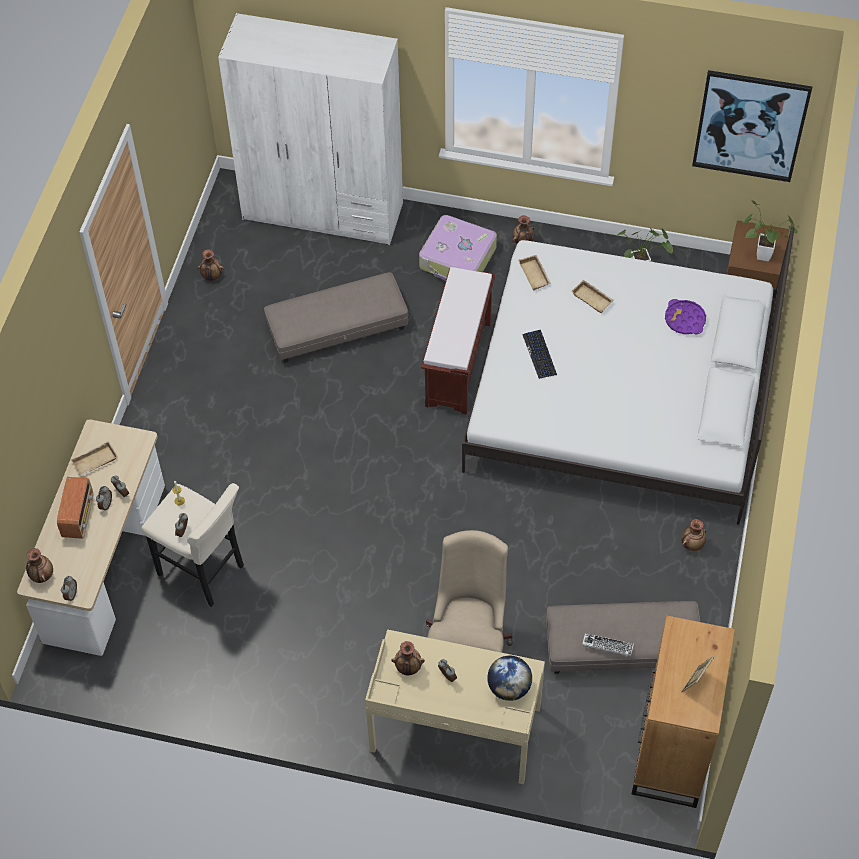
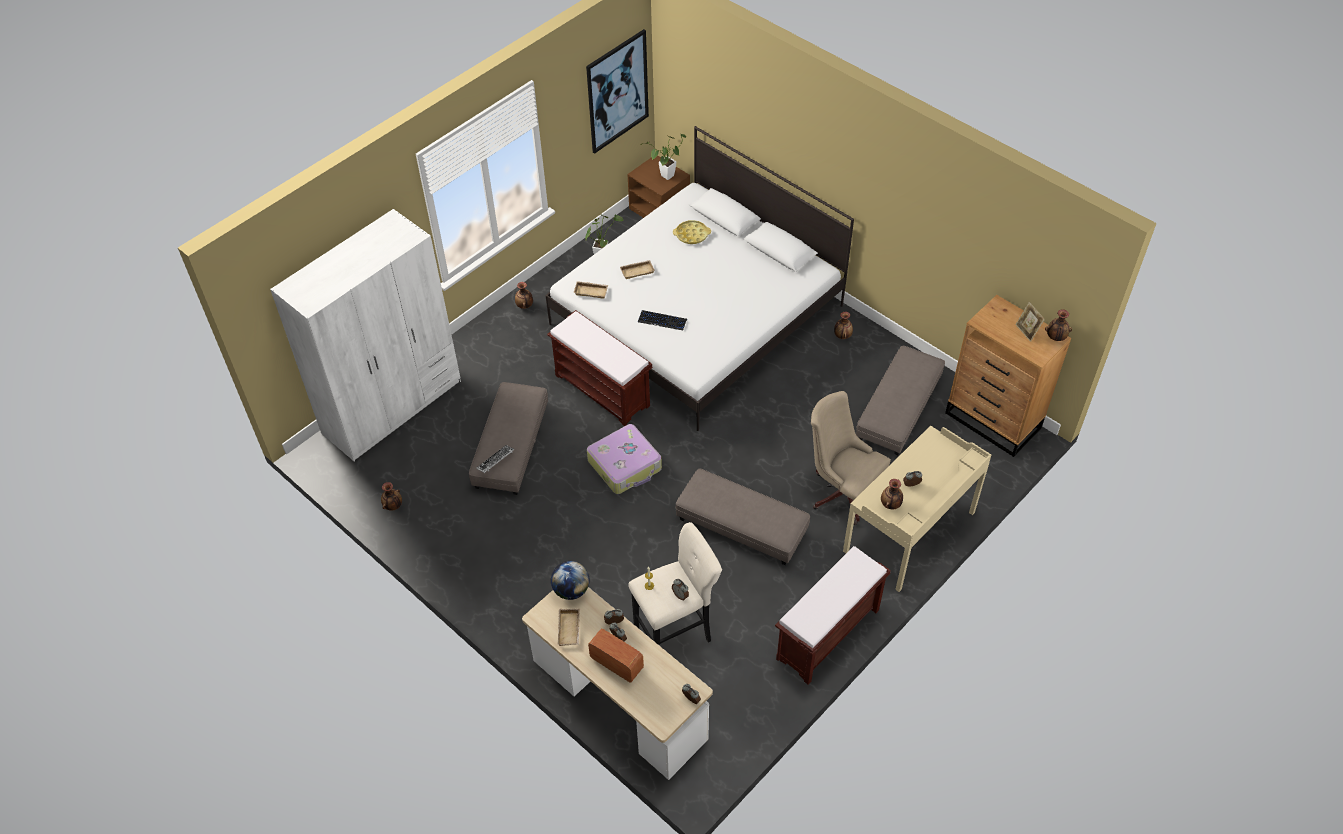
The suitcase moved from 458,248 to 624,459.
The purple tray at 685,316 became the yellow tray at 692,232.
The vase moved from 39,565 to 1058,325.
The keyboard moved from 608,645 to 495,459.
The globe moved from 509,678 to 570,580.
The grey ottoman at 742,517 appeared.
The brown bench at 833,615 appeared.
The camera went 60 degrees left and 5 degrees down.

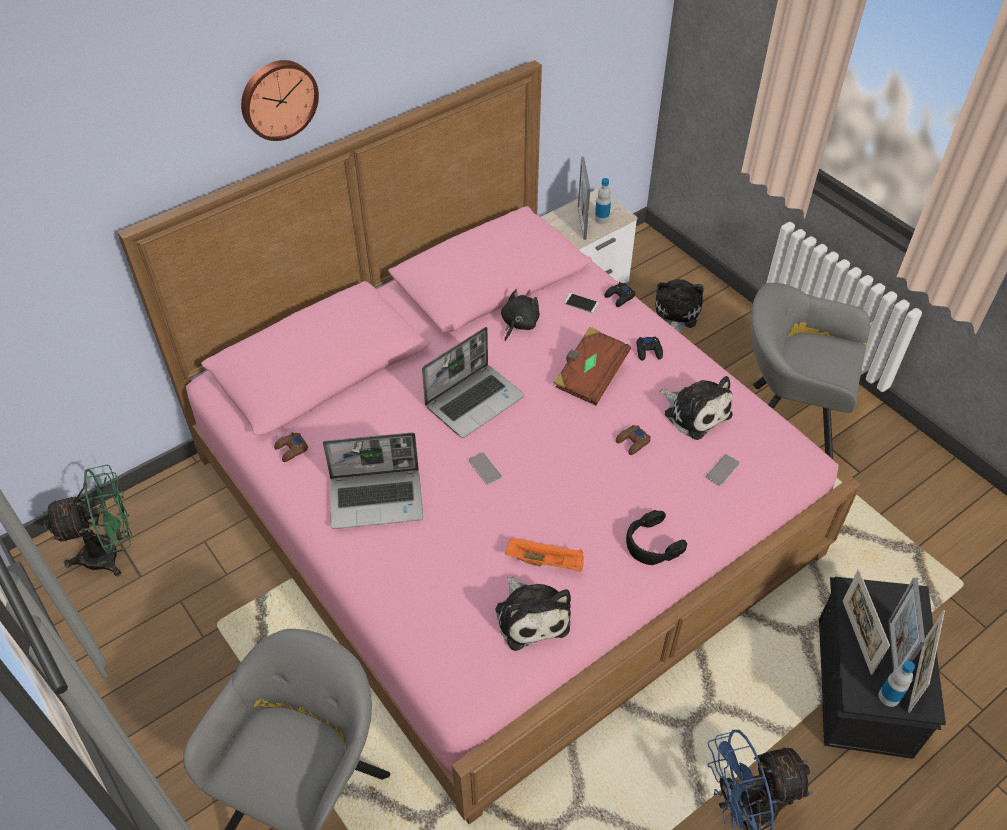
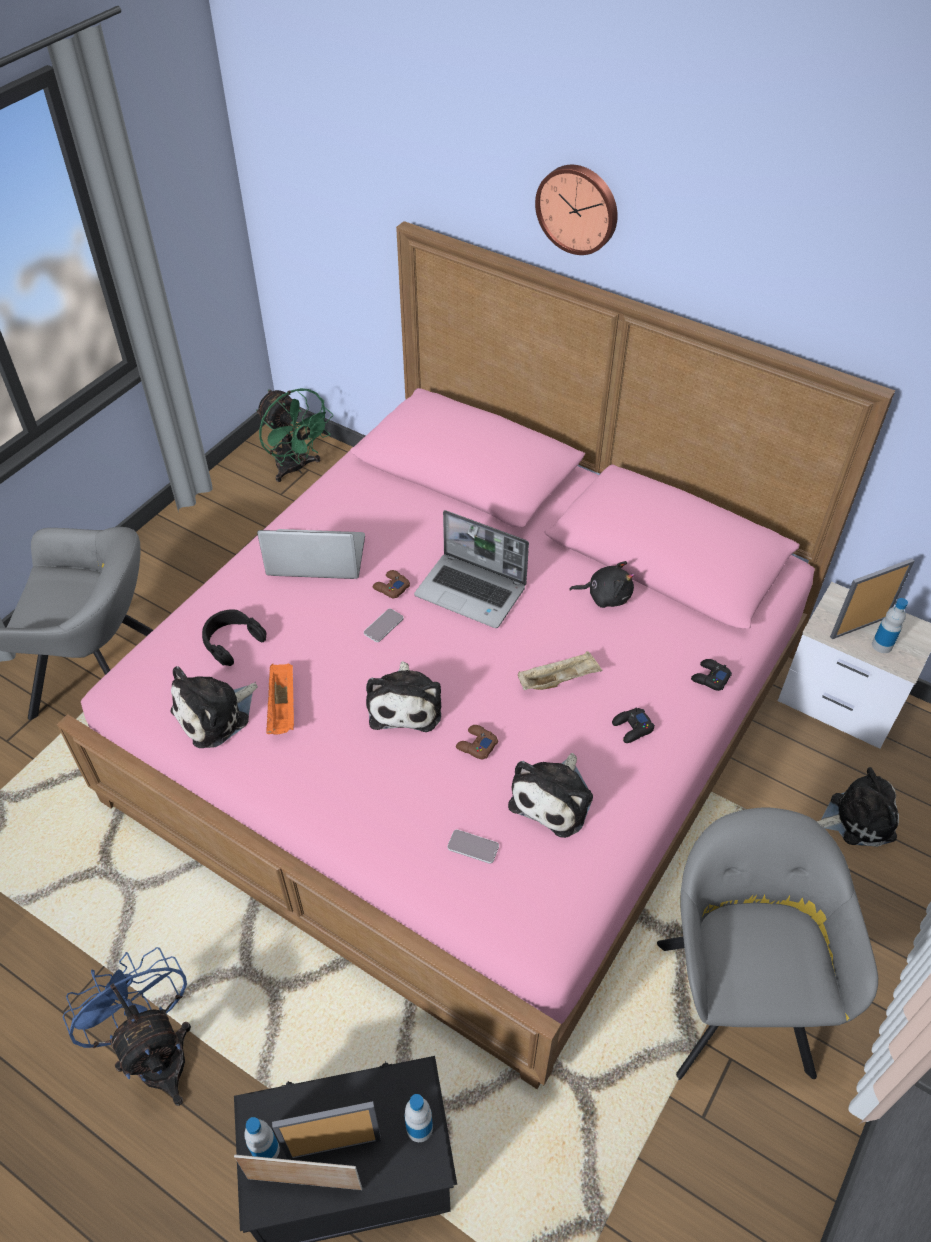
The phone at 581,303 disappeared.
The brown book at 592,366 was replaced by the beige tray at 560,670.
The brown game controller moved from 291,447 to 391,584.
The laptop at 373,481 turned 120 degrees clockwise.
The black headphones moved from 656,537 to 234,637.
The picture frame at 866,622 disappeared.
The plush toy at 403,696 appeared.
The bottle at 418,1118 appeared.
The camera went 70 degrees right and 0 degrees up.

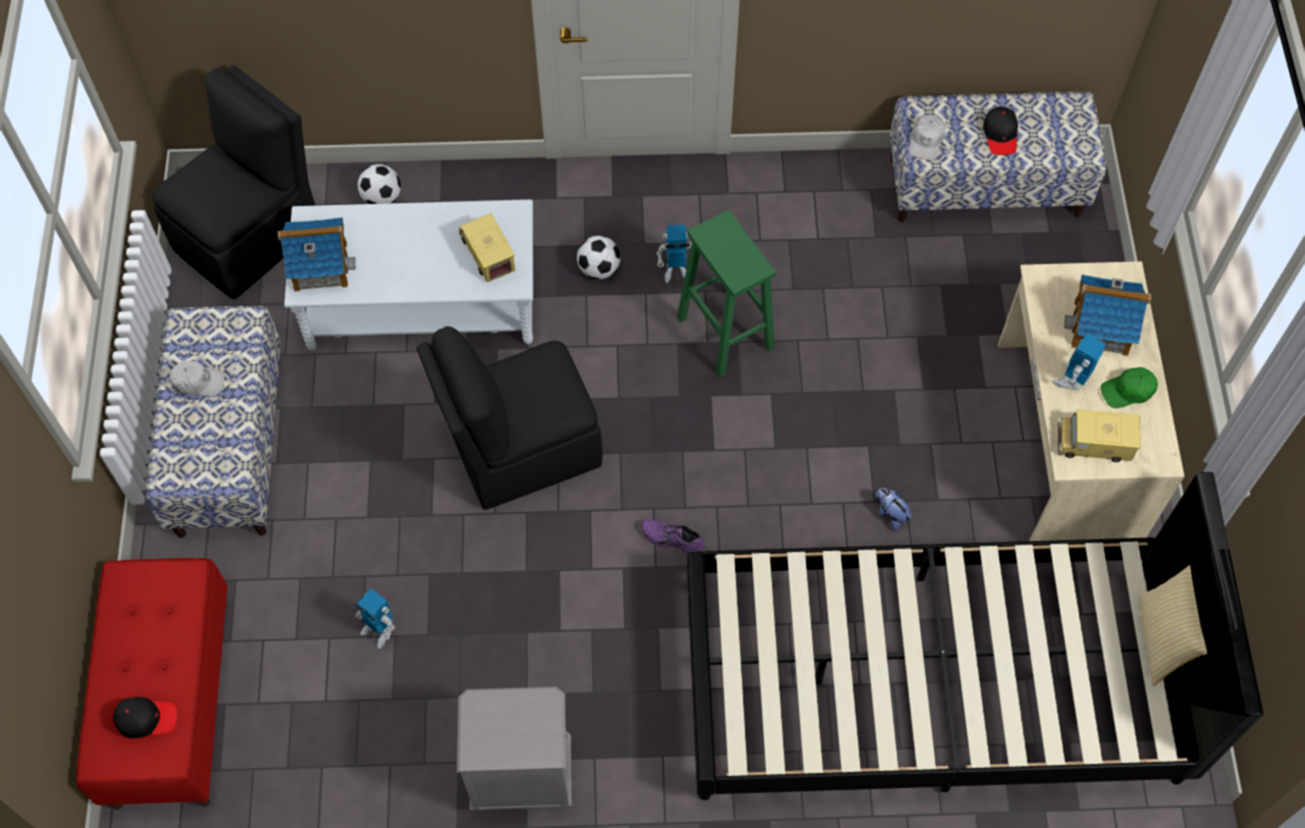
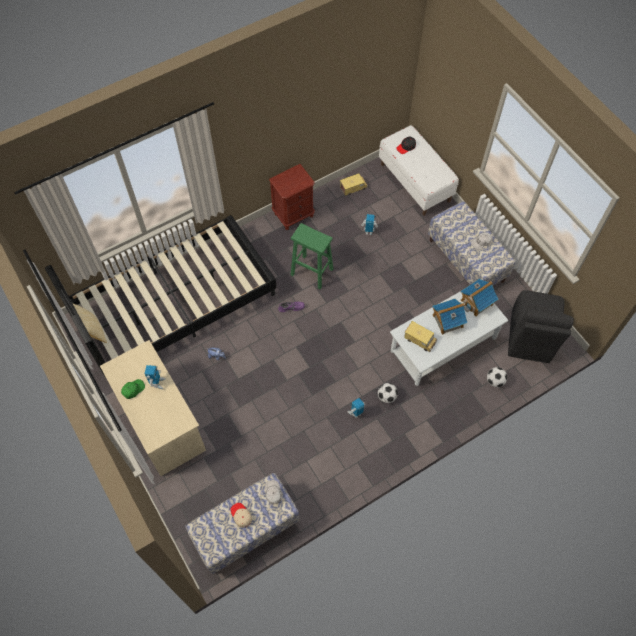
The black cap at 1000,130 became the beige cap at 241,515.
The green stool moved from 726,294 to 312,256.
The toy house moved from 1107,315 to 449,317.
The black chair at 510,418 disappeared.
The toy truck moved from 1099,436 to 354,184.
The red bench at 151,684 became the white bench at 419,170.
The grey nightstand at 514,749 became the brown nightstand at 292,197.
The camera went 150 degrees right and 0 degrees up.

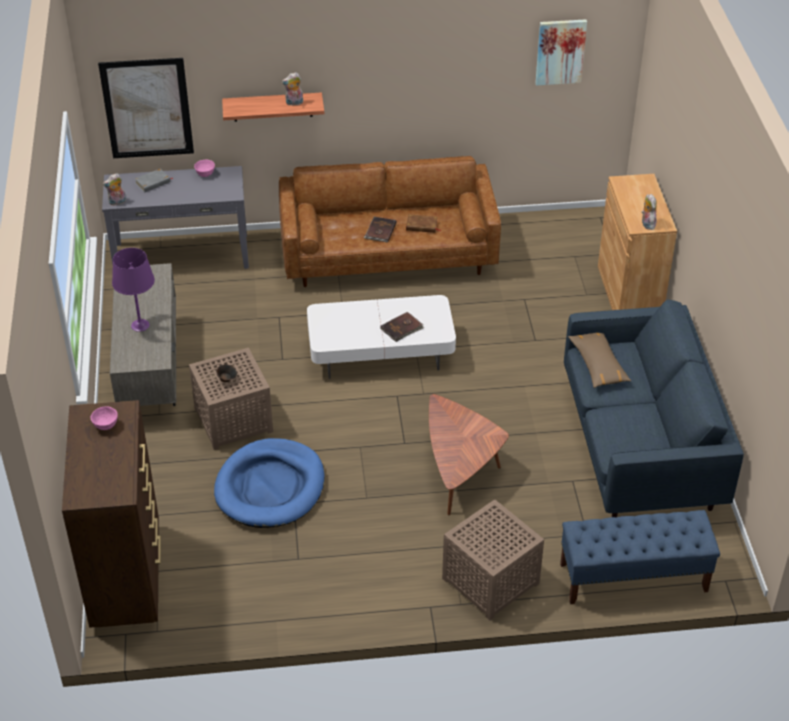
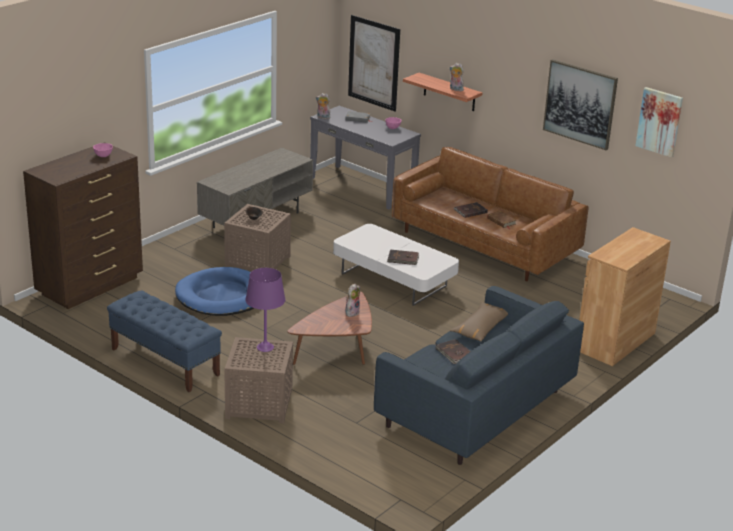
The plush toy moved from 649,212 to 352,300.
The purple table lamp moved from 133,290 to 265,310.
The blue bench moved from 640,557 to 164,341.
The picture at 580,104 appeared.
The brown book at 453,351 appeared.
The camera went 45 degrees right and 15 degrees down.

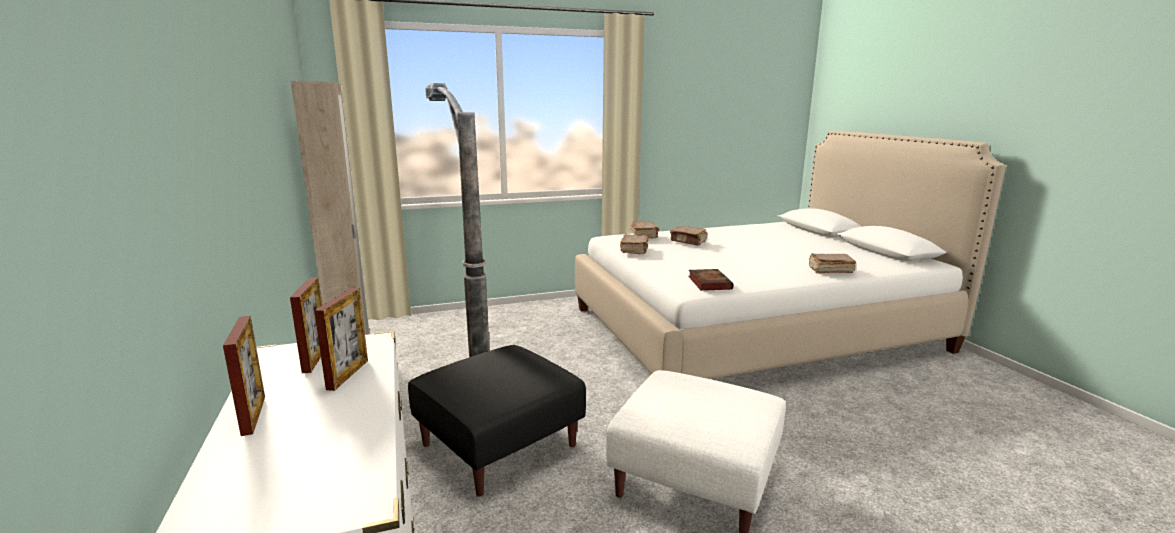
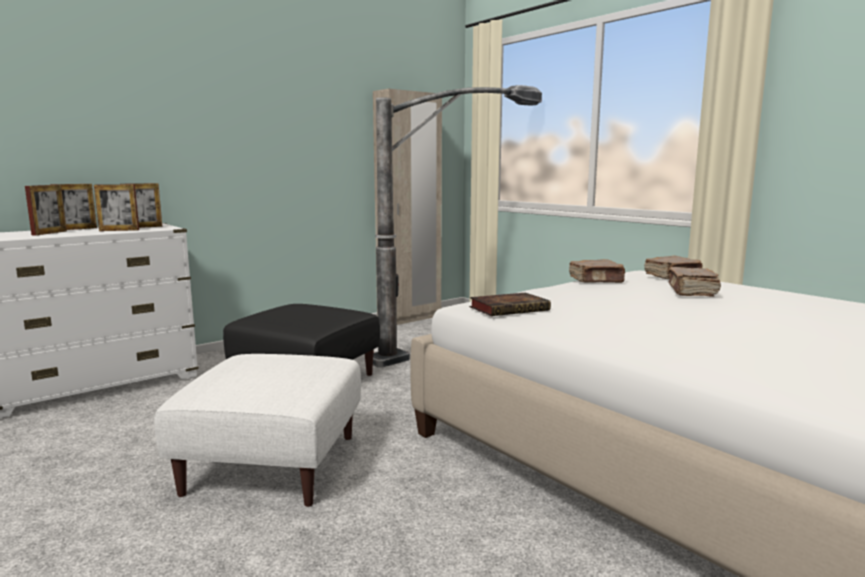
The brown book at 832,263 disappeared.
The picture frame at 46,210 appeared.
The camera went 70 degrees right and 5 degrees down.

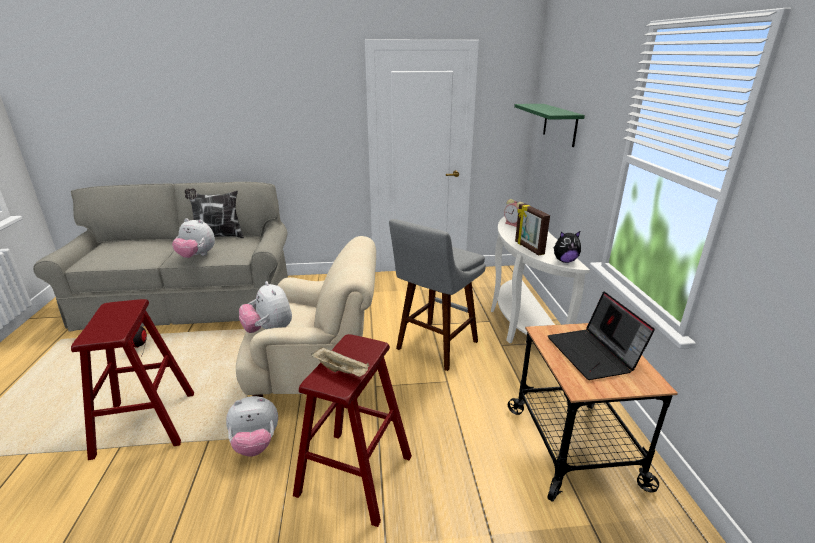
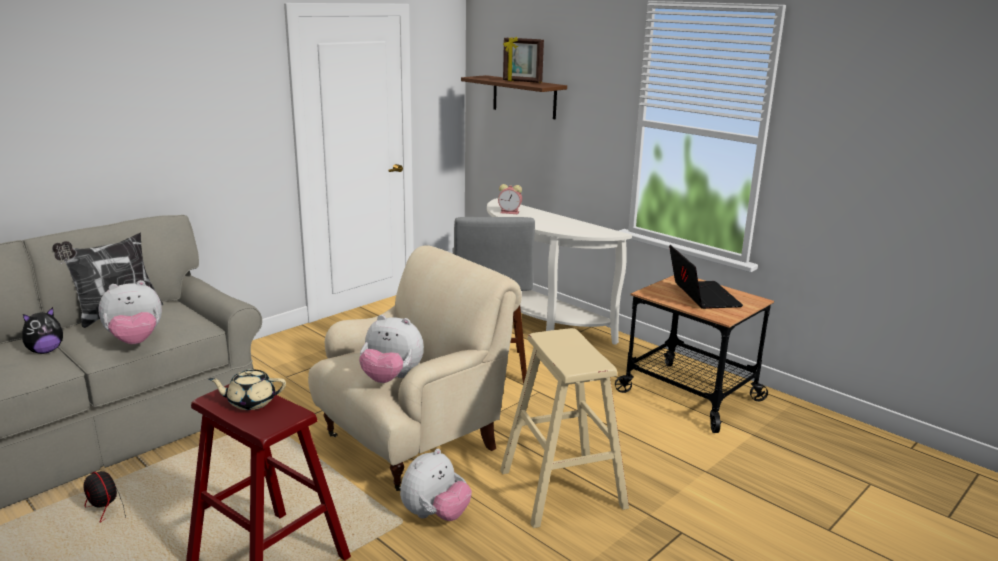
The green shelf at 549,125 became the brown shelf at 514,97.
The picture frame moved from 532,229 to 523,60.
The plush toy moved from 567,247 to 42,330.
The laptop at 601,335 turned 135 degrees counterclockwise.
The red stool at 352,430 became the beige stool at 564,428.
The beige tray at 340,362 disappeared.
The beige teapot at 247,389 appeared.
The camera went 40 degrees left and 5 degrees down.

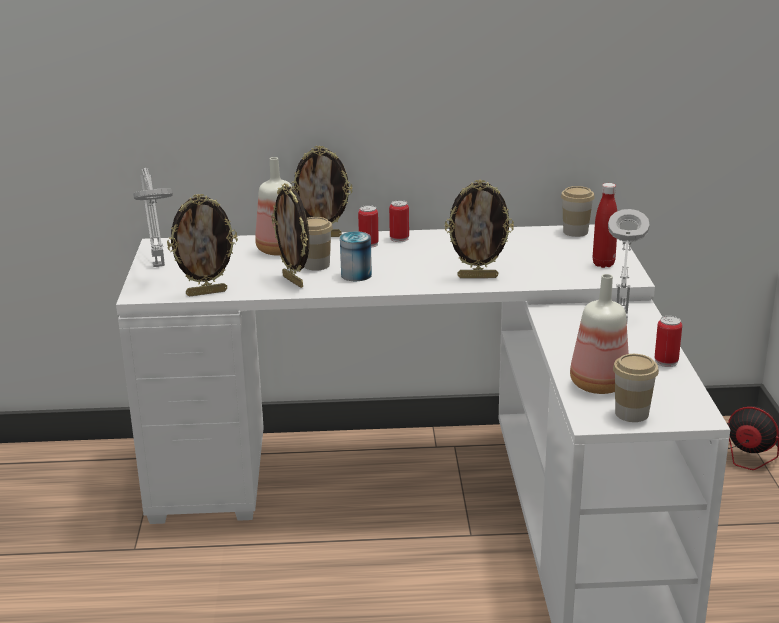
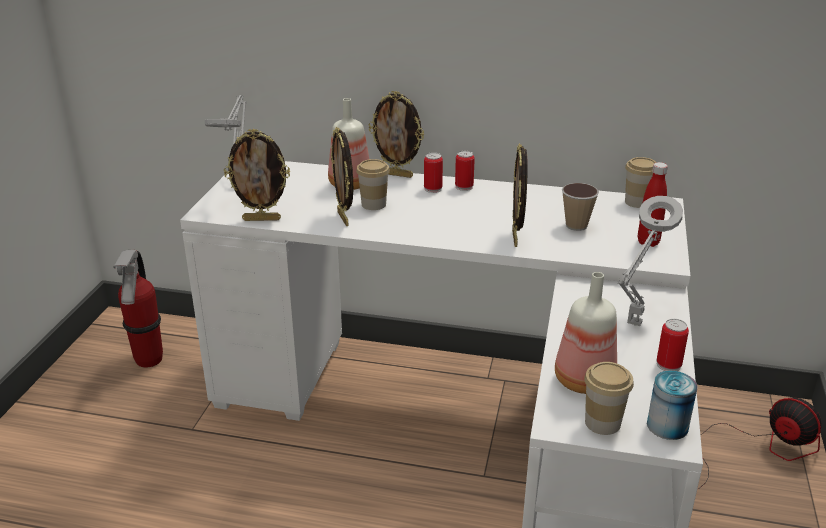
The picture frame at 479,229 turned 75 degrees clockwise.
The can moved from 356,256 to 672,405.
The cup at 580,207 appeared.
The fire extinguisher at 138,309 appeared.
The camera went 15 degrees right and 5 degrees up.

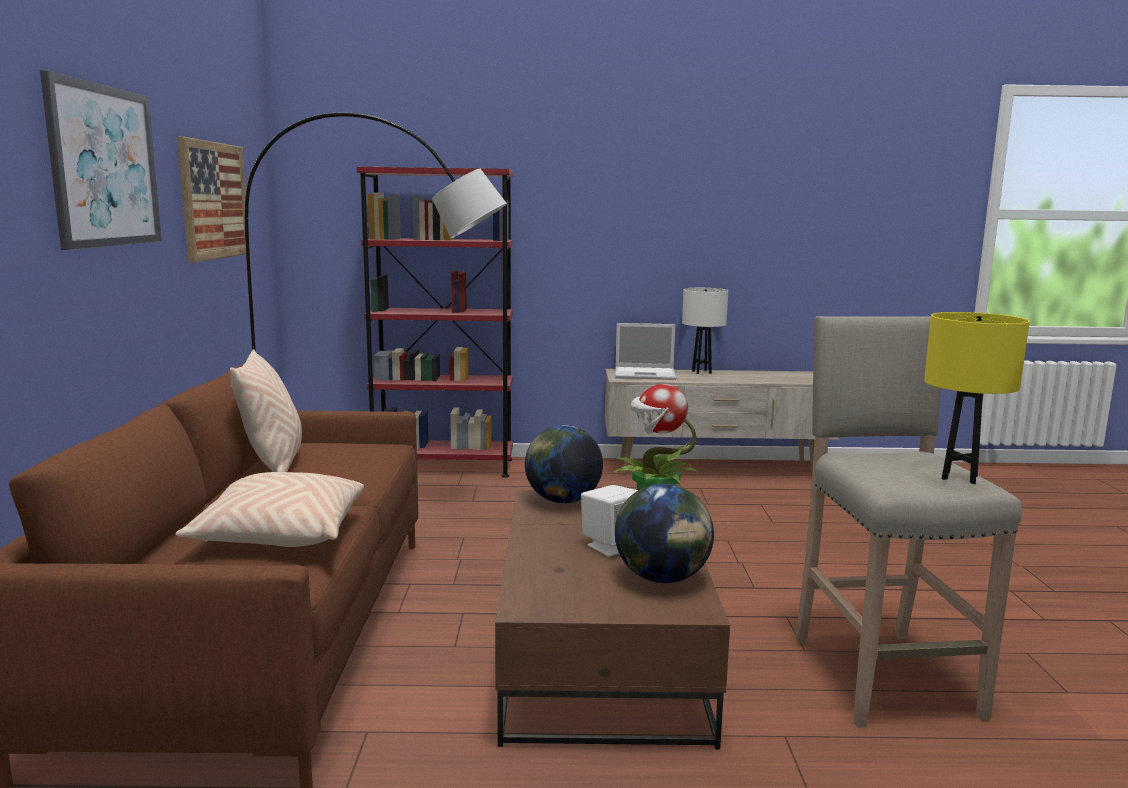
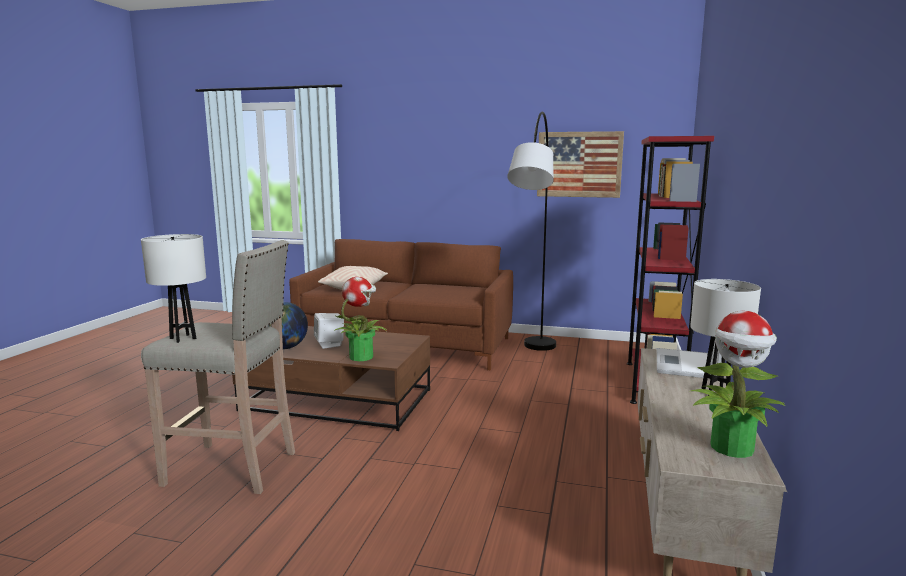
The picture at 101,160 disappeared.
The yellow table lamp at 977,398 became the white table lamp at 173,288.
The beige pillow at 266,410 disappeared.
The globe at 564,464 disappeared.
The potted plant at 738,384 appeared.
The camera went 105 degrees right and 0 degrees up.

